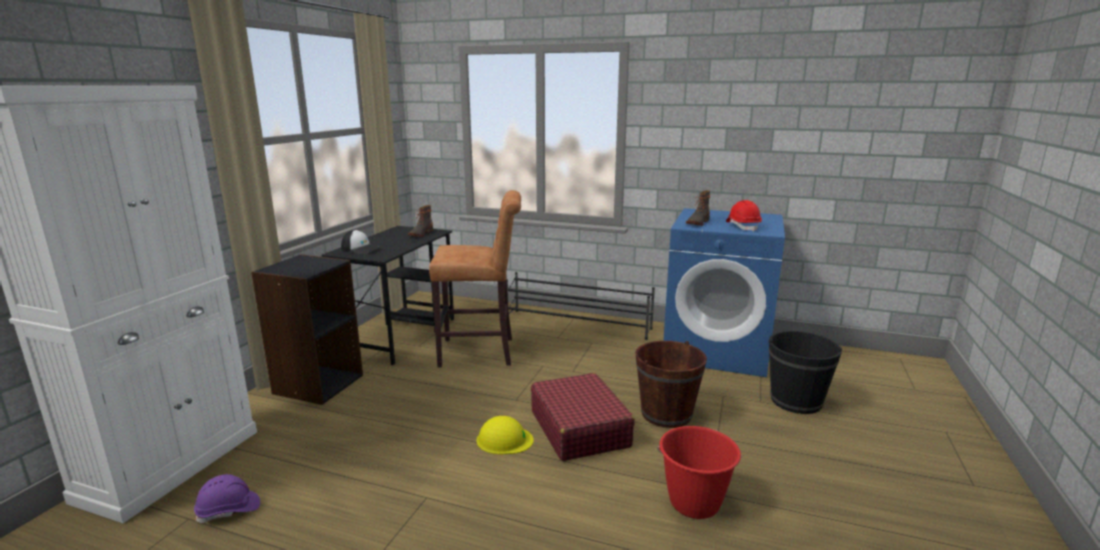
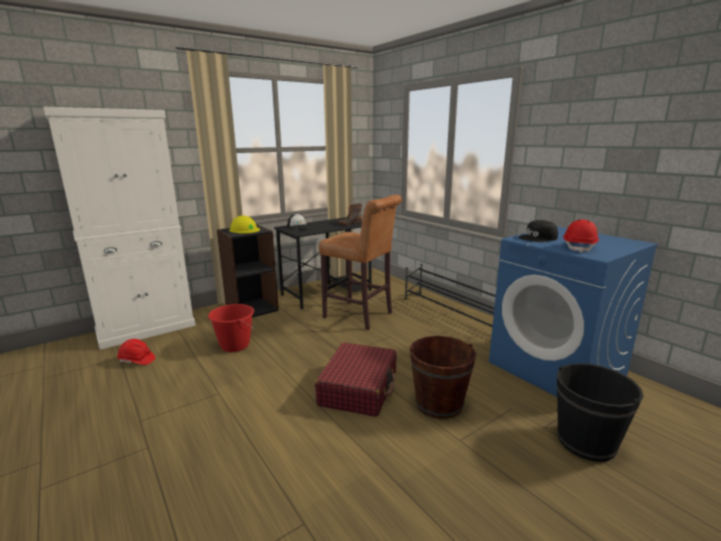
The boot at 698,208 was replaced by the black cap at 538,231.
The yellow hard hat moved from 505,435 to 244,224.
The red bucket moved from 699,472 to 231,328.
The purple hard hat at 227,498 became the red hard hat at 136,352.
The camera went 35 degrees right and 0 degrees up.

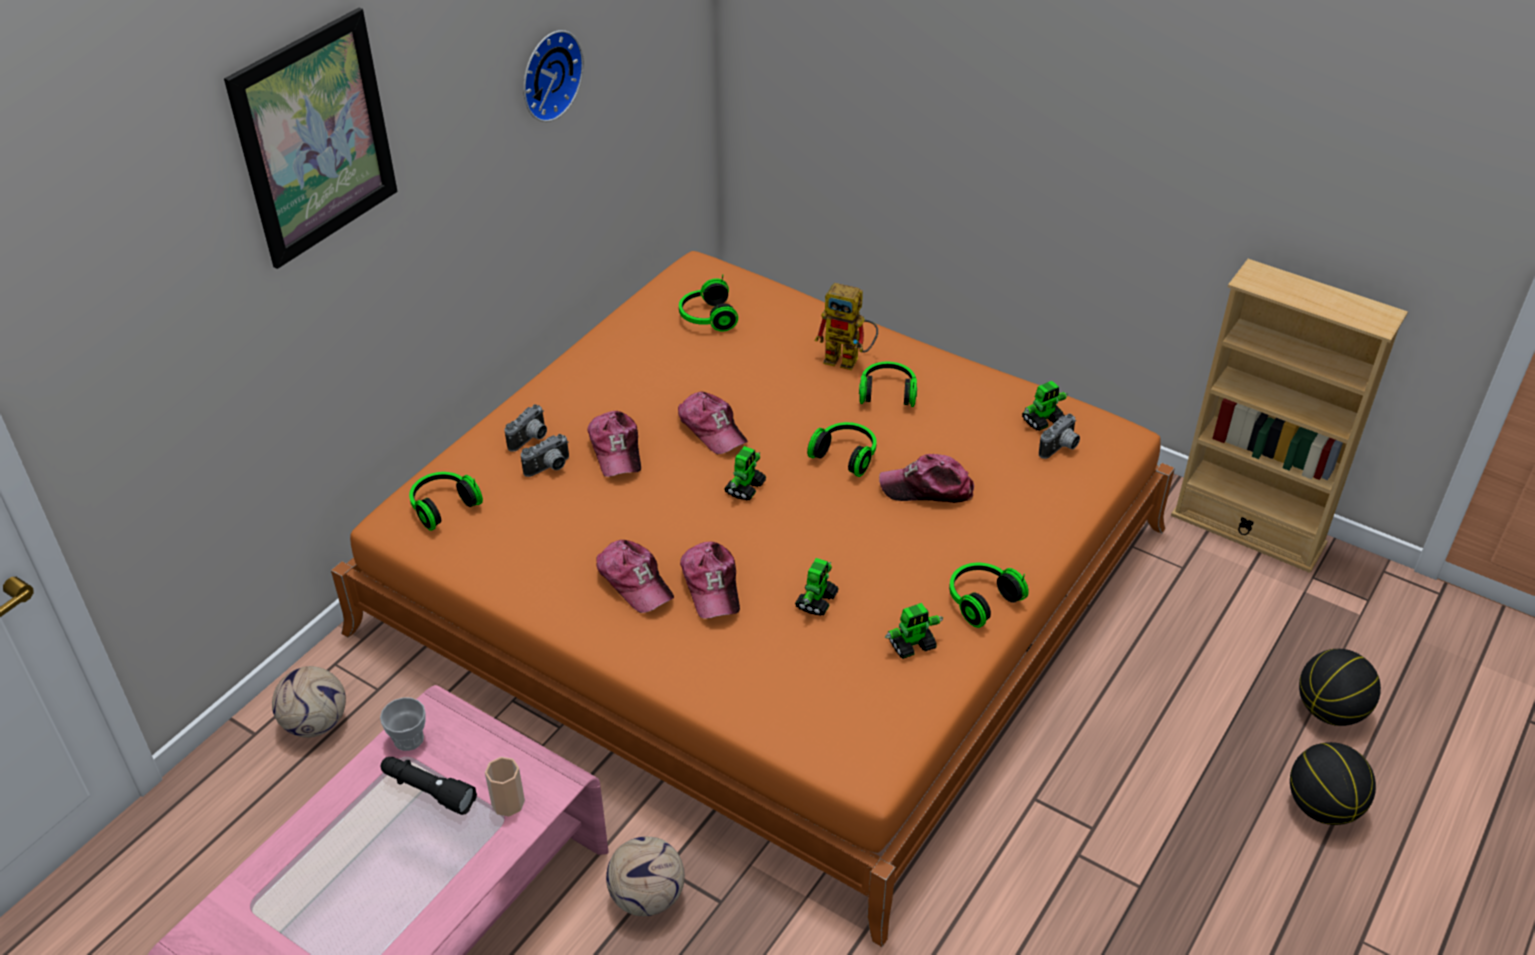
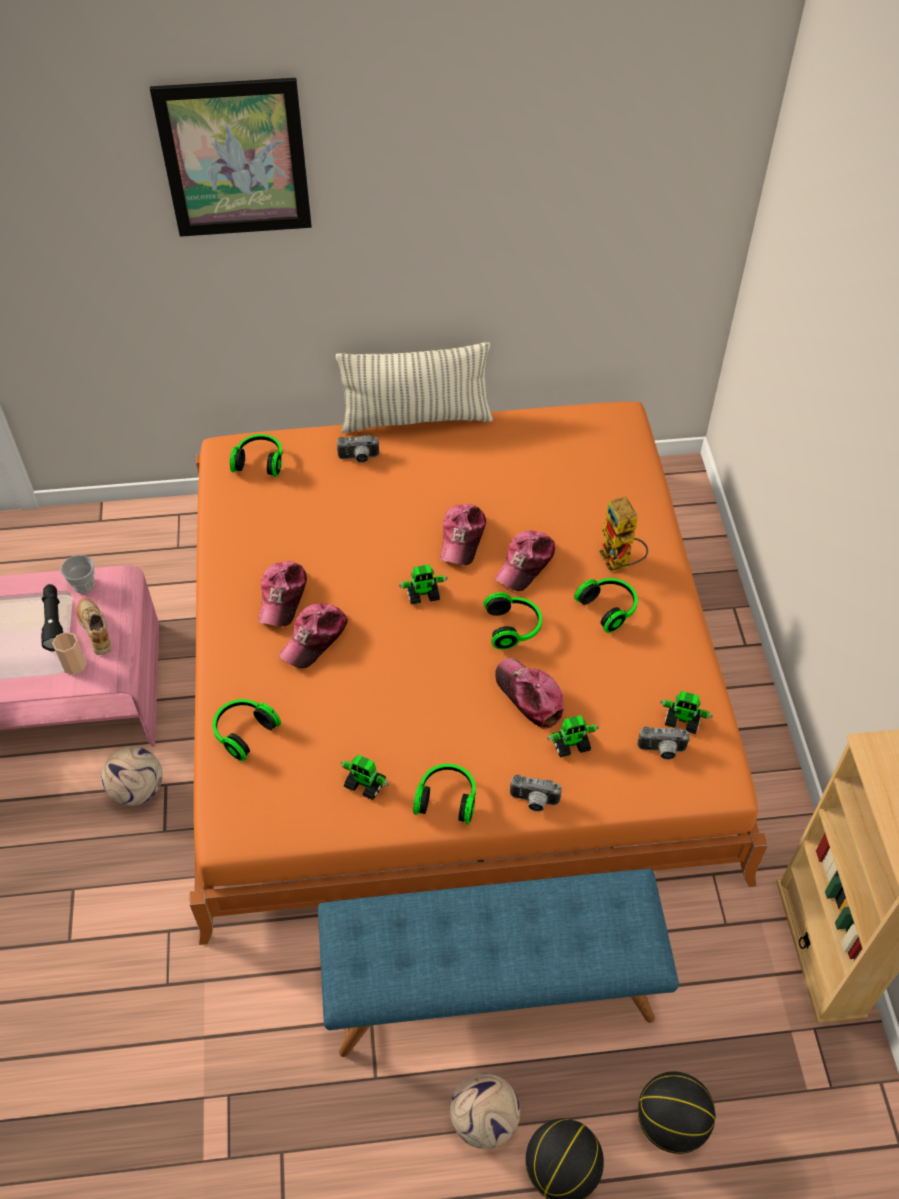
The wall clock at 553,76 disappeared.
The headphones moved from 708,302 to 247,730.
The cap moved from 614,444 to 525,560.
The photo camera moved from 545,455 to 535,793.
The toy robot moved from 817,587 to 573,736.
The football moved from 309,702 to 485,1111.
The pillow at 414,387 appeared.
The beige shoe at 94,626 appeared.
The blue bench at 498,963 appeared.
The camera went 50 degrees right and 10 degrees up.

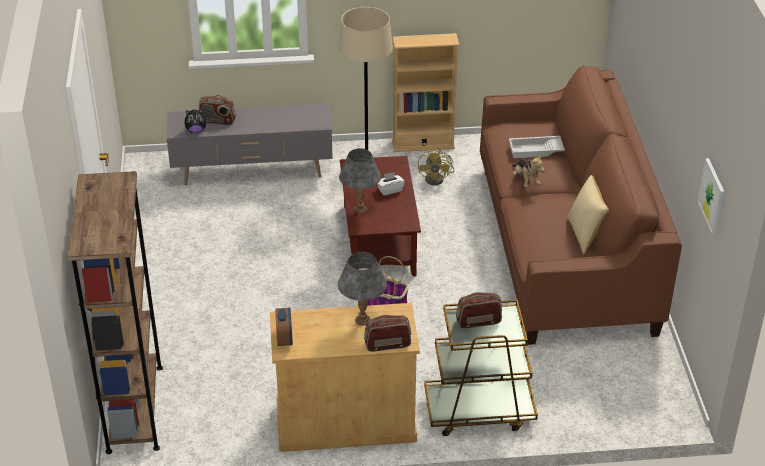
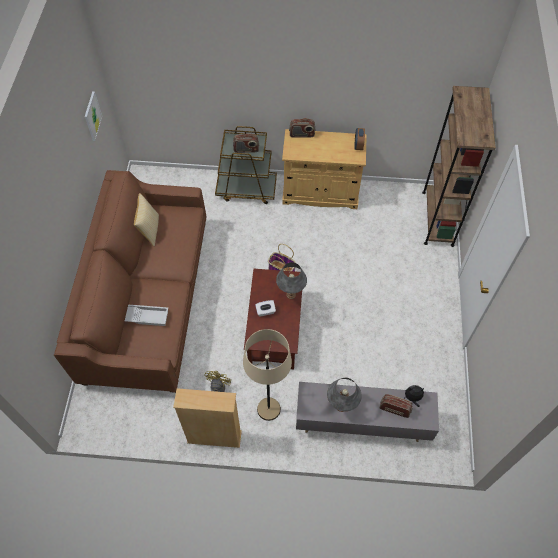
The plush toy at 528,171 disappeared.
The grey table lamp moved from 362,289 to 344,395.
The camera went 170 degrees left and 20 degrees up.

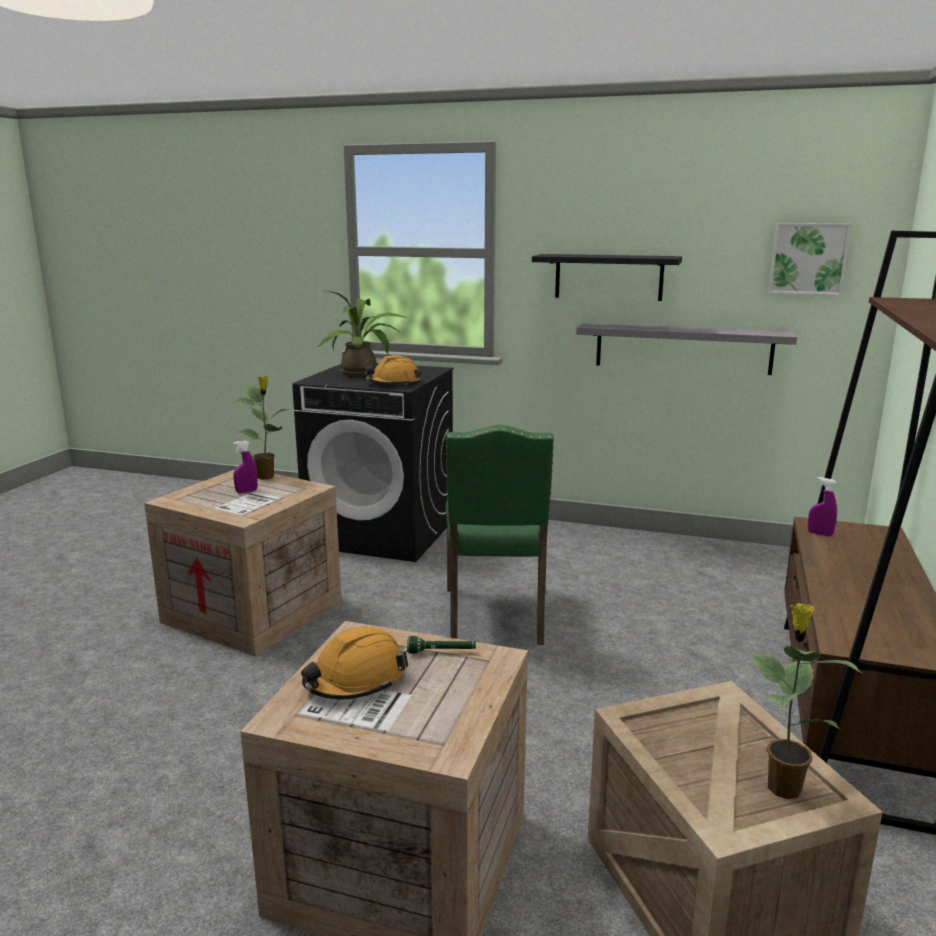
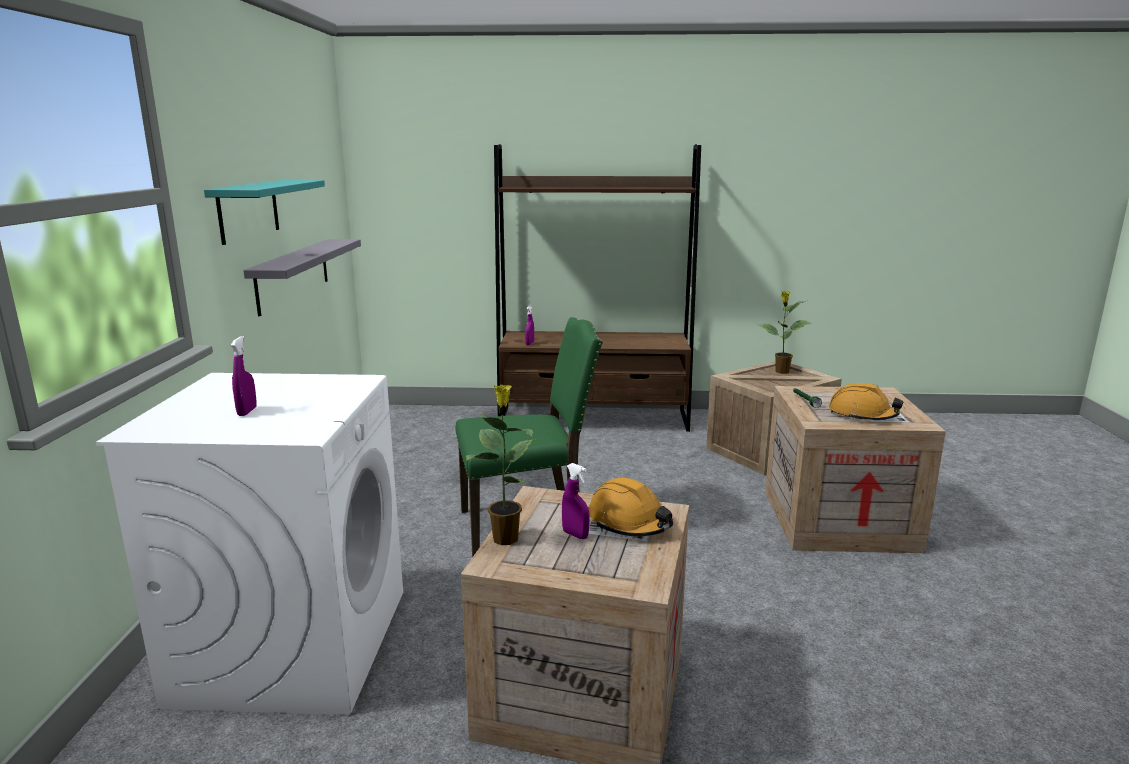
The picture at 810,259 disappeared.
The black shelf at 607,277 became the turquoise shelf at 264,212.
The potted plant at 362,333 was replaced by the purple spray bottle at 243,376.
The orange hard hat moved from 393,370 to 631,507.
The black washing machine at 373,462 became the white washing machine at 249,544.
The camera went 105 degrees left and 0 degrees up.

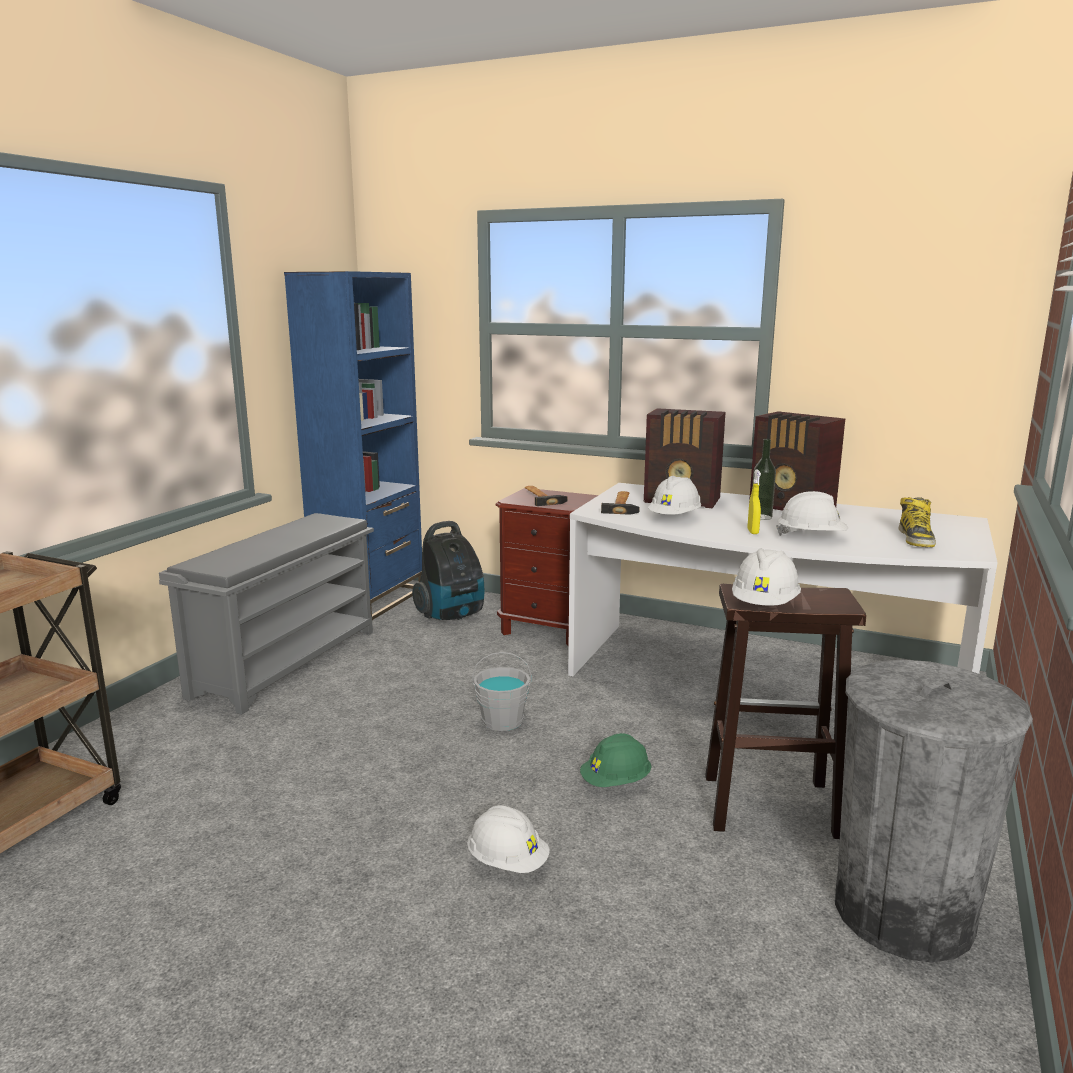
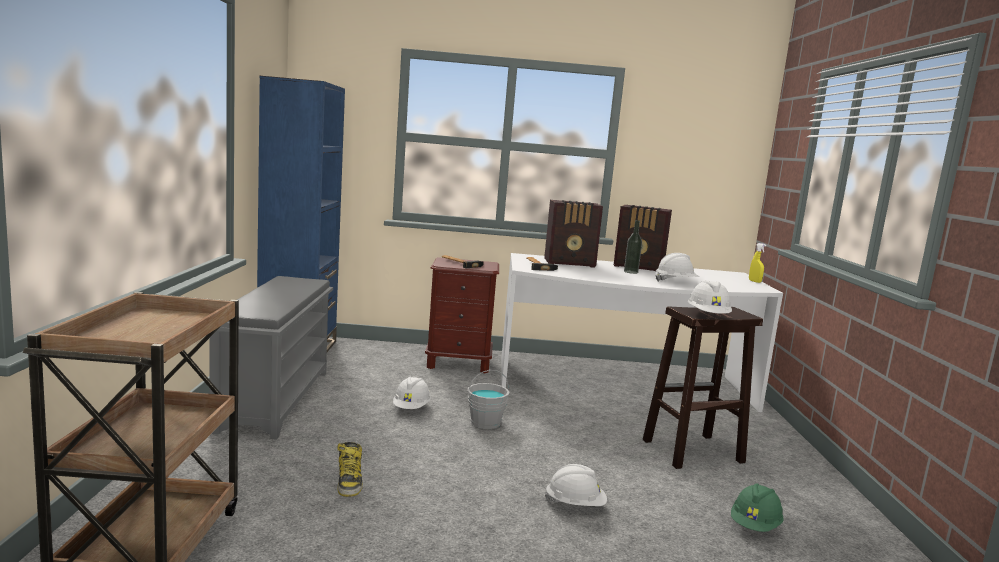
The yellow spray bottle moved from 754,501 to 757,263.
The white hard hat moved from 674,495 to 412,392.
The boot moved from 917,522 to 350,469.
The vacuum cleaner at 448,570 disappeared.
The grey trash can at 934,811 disappeared.
The green hard hat moved from 616,760 to 757,507.
The camera went 25 degrees left and 5 degrees down.

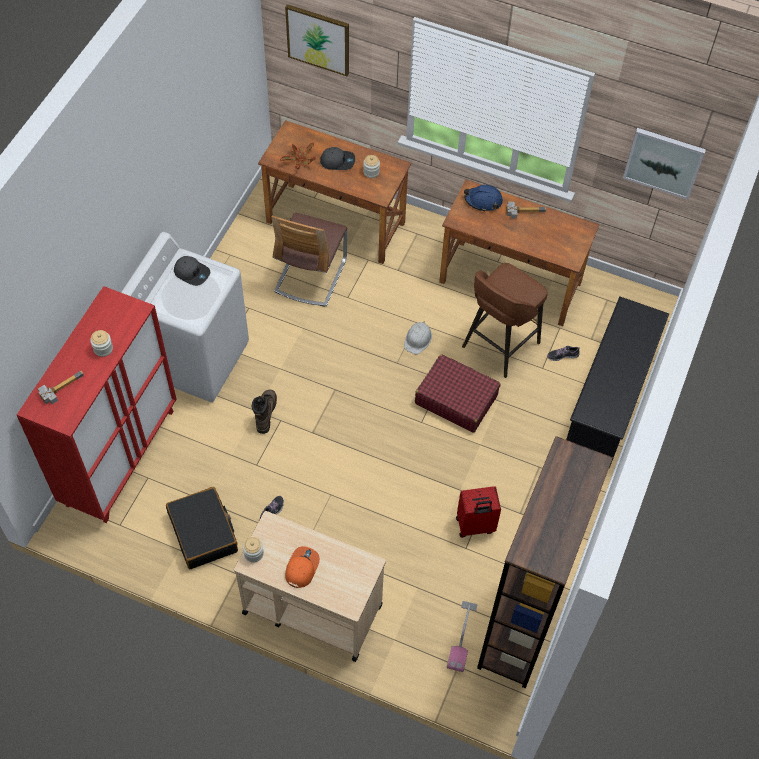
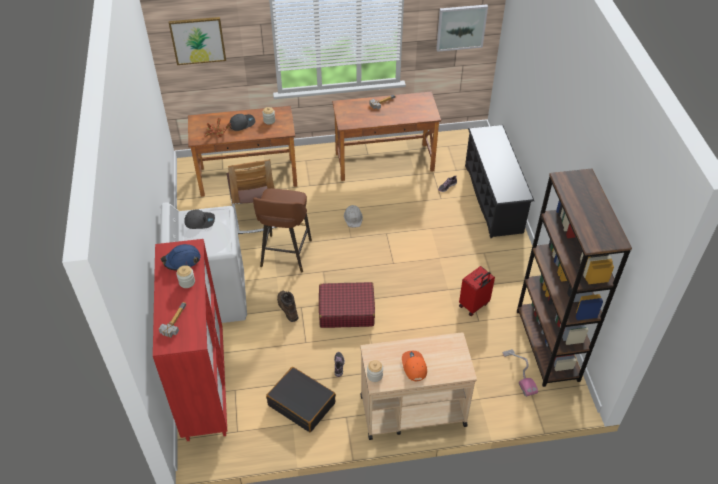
The blue hard hat moved from 483,198 to 180,257.
The brown stool moved from 505,320 to 282,230.
The red suitcase moved from 457,393 to 347,305.
The camera went 30 degrees left and 10 degrees down.

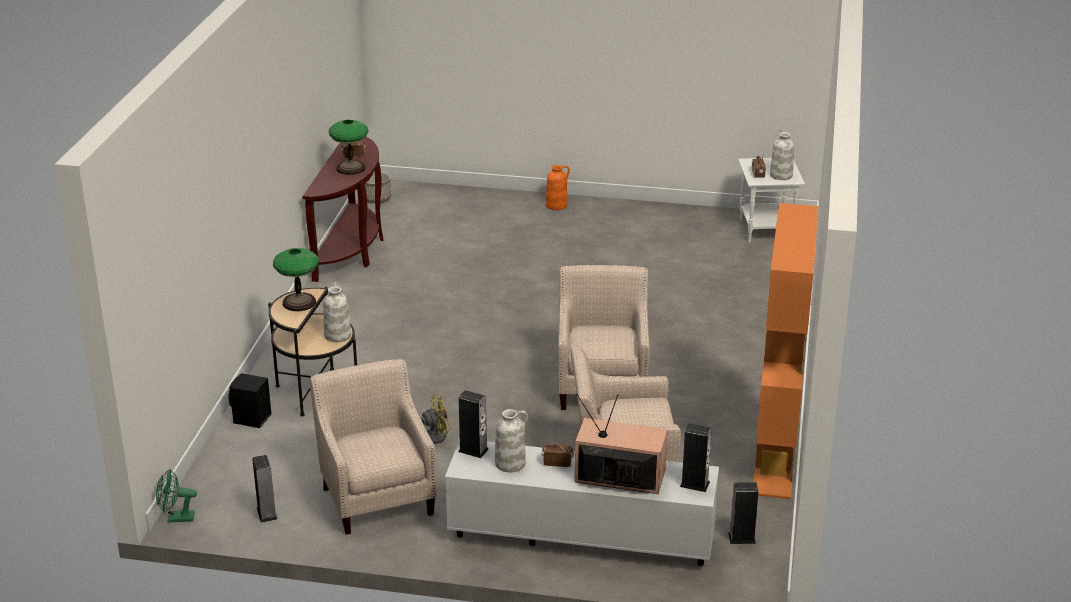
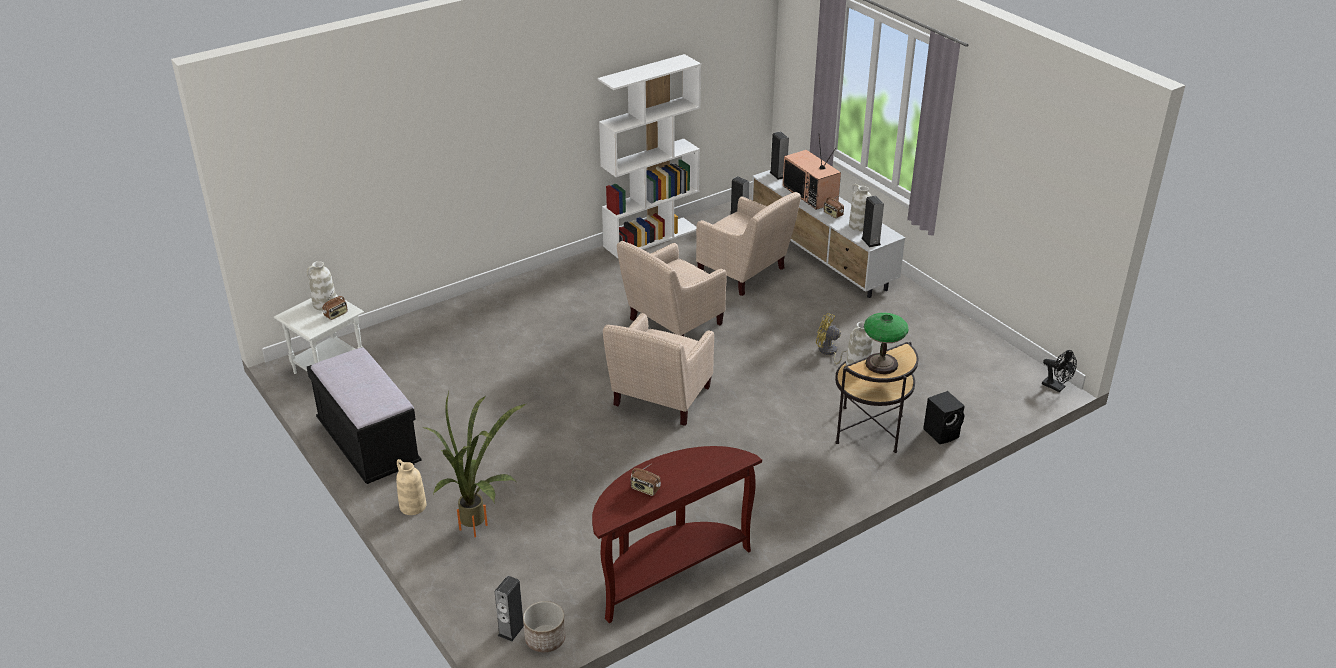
The table lamp at 349,147 disappeared.
The orange vase at 558,187 became the beige vase at 411,487.
The orange bookcase at 785,351 became the white bookcase at 649,156.
The beige armchair moved from 373,447 to 658,369.
The speaker moved from 264,489 to 509,609.
The green fan at 176,496 became the black fan at 1059,371.
The black bench at 364,415 appeared.
The potted plant at 474,464 appeared.
The camera went 135 degrees left and 5 degrees up.

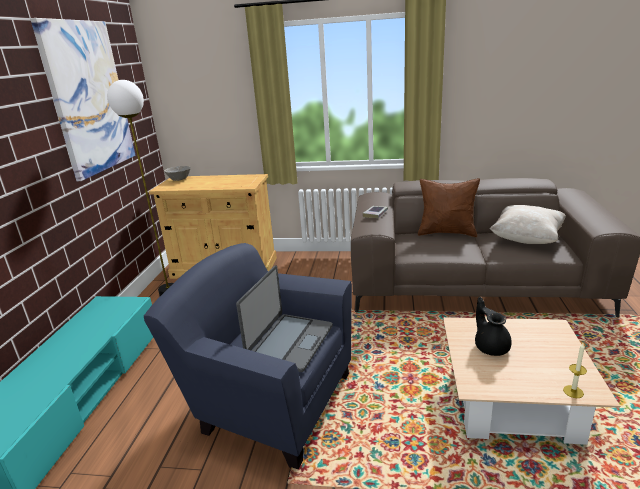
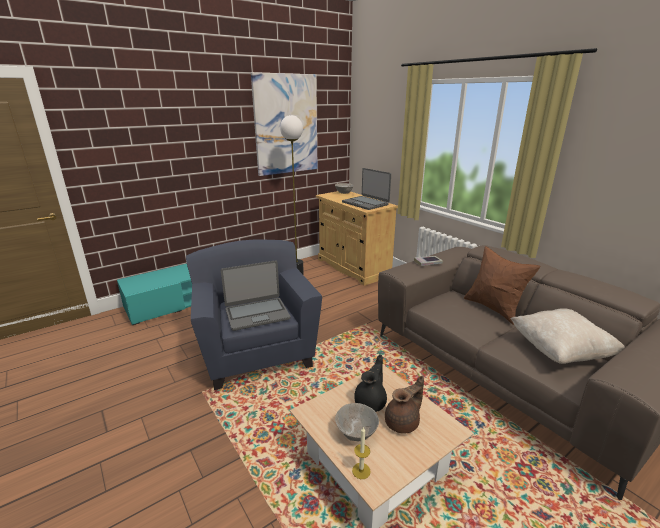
The laptop at 366,189 appeared.
The brown teapot at 404,405 appeared.
The grey bowl at 357,422 appeared.
The camera went 45 degrees right and 0 degrees up.

